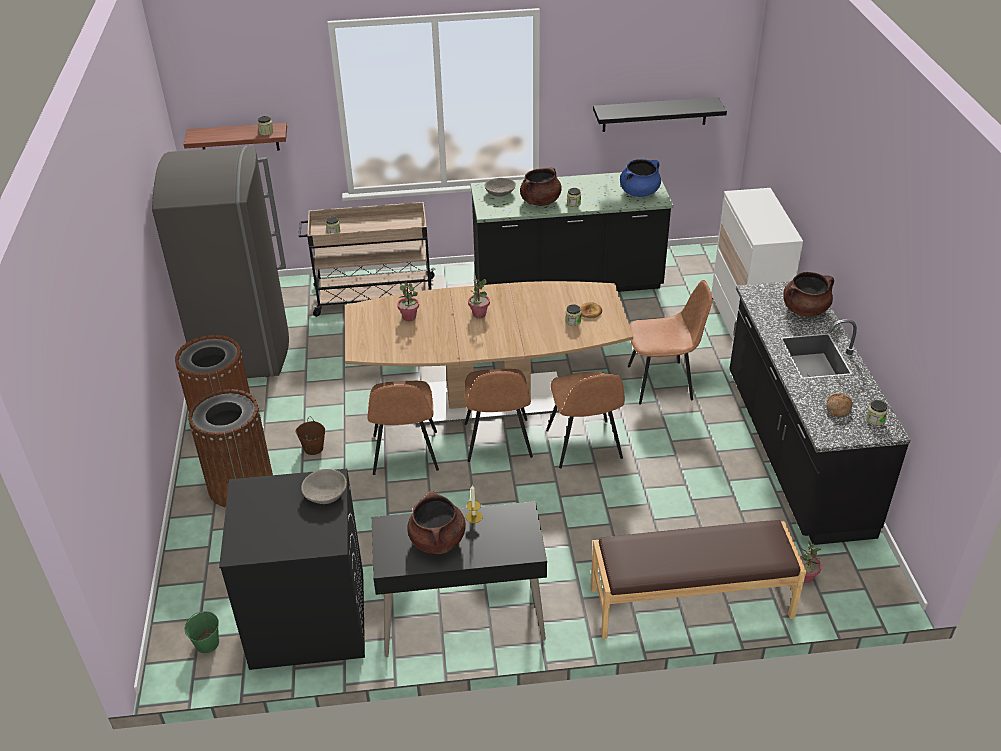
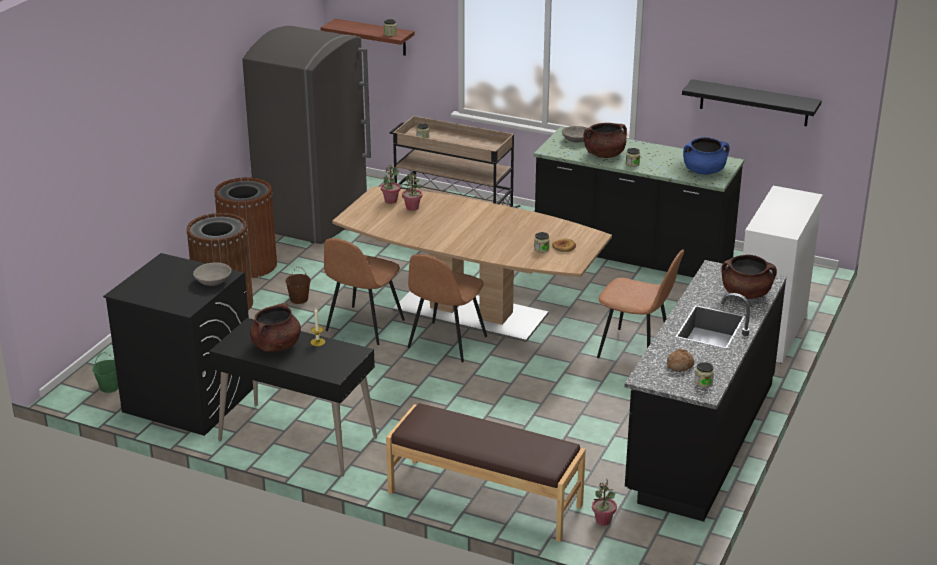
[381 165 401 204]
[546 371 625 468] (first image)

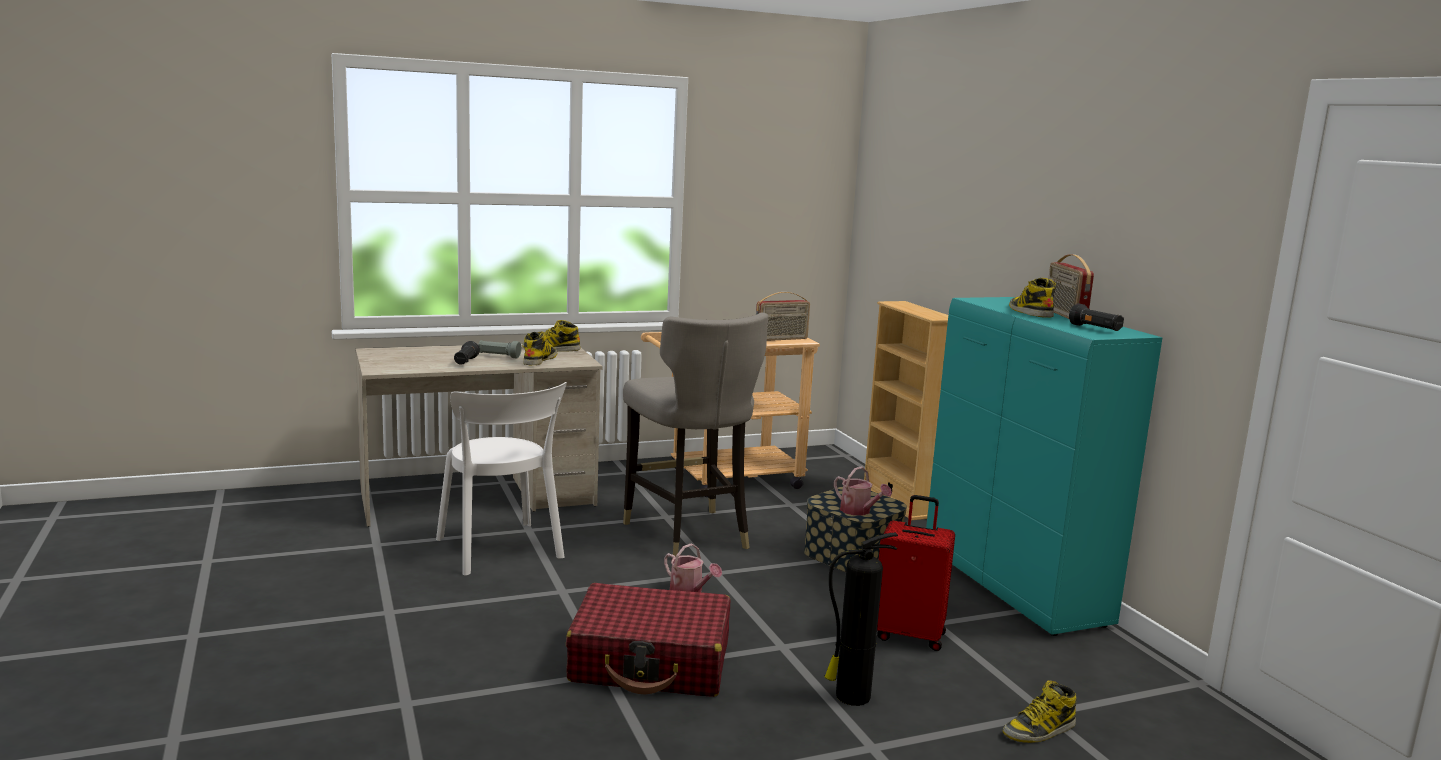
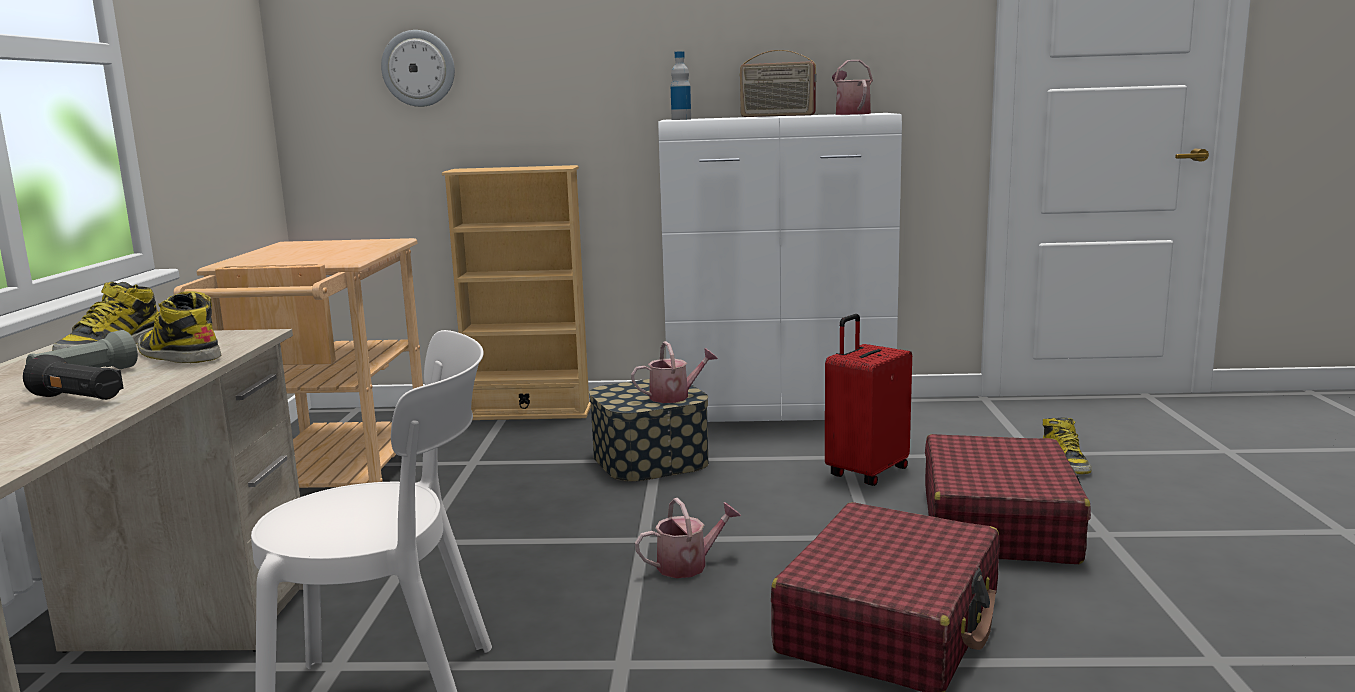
[1009 278 1056 318] (first image)
[756 292 810 341] (first image)
[658 113 902 422]
[832 60 873 115]
[623 312 768 559] (first image)
[925 434 1091 564]
[381 30 455 107]
[671 51 691 120]

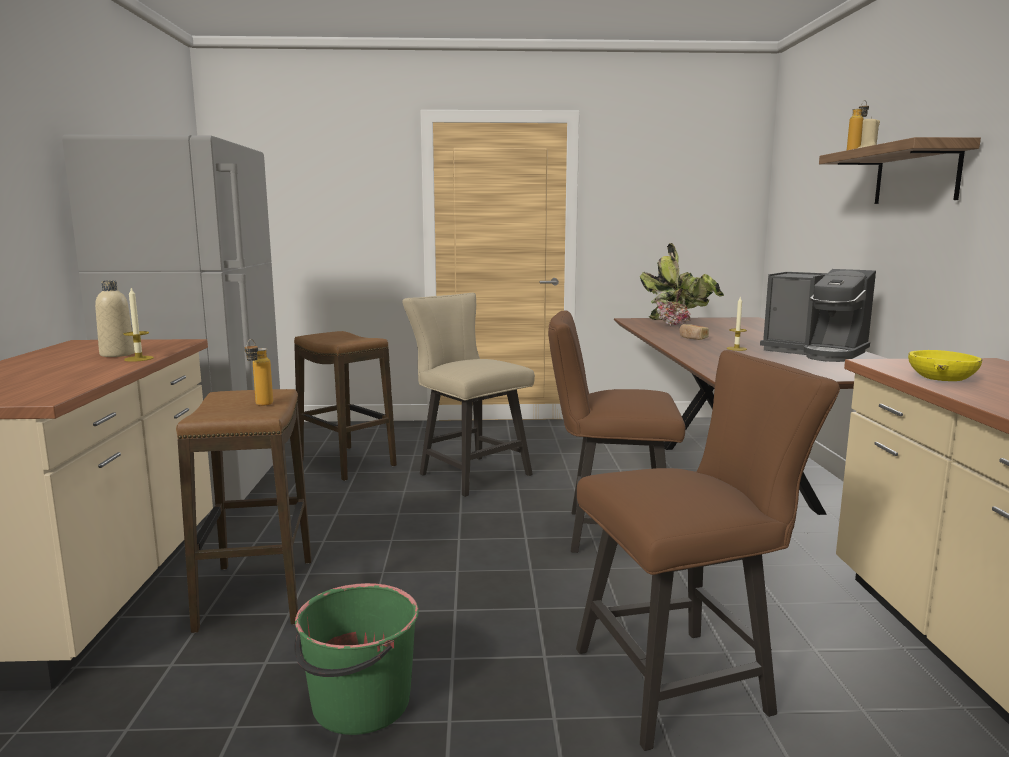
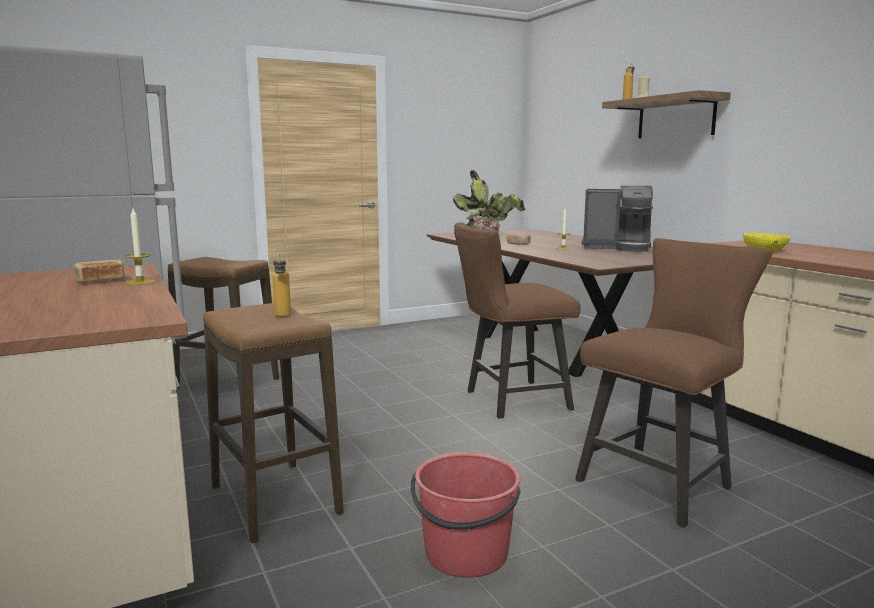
[74 260 125 282]
[402 293 535 497] (first image)
[411 452 521 578]

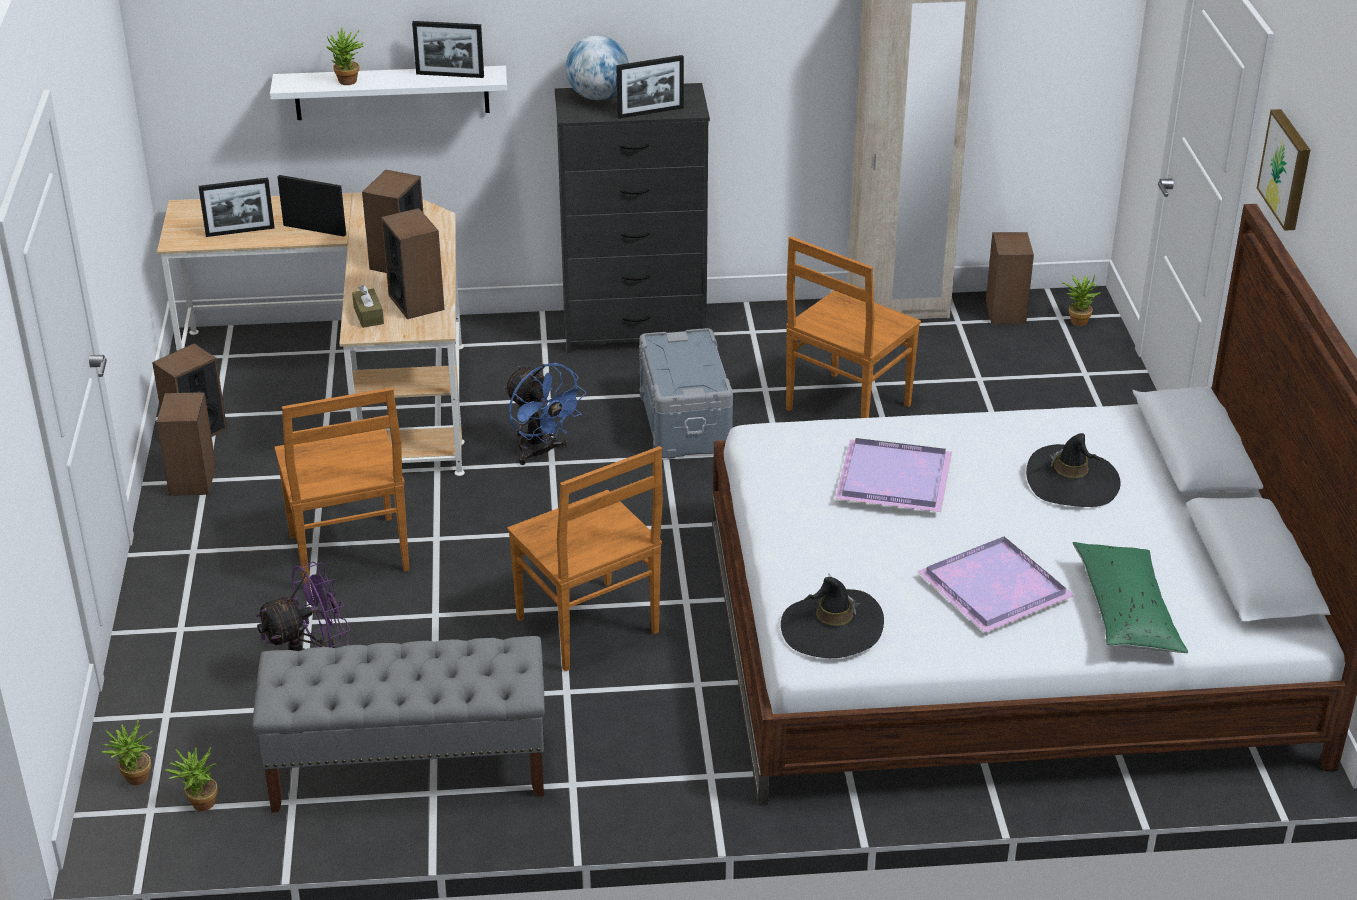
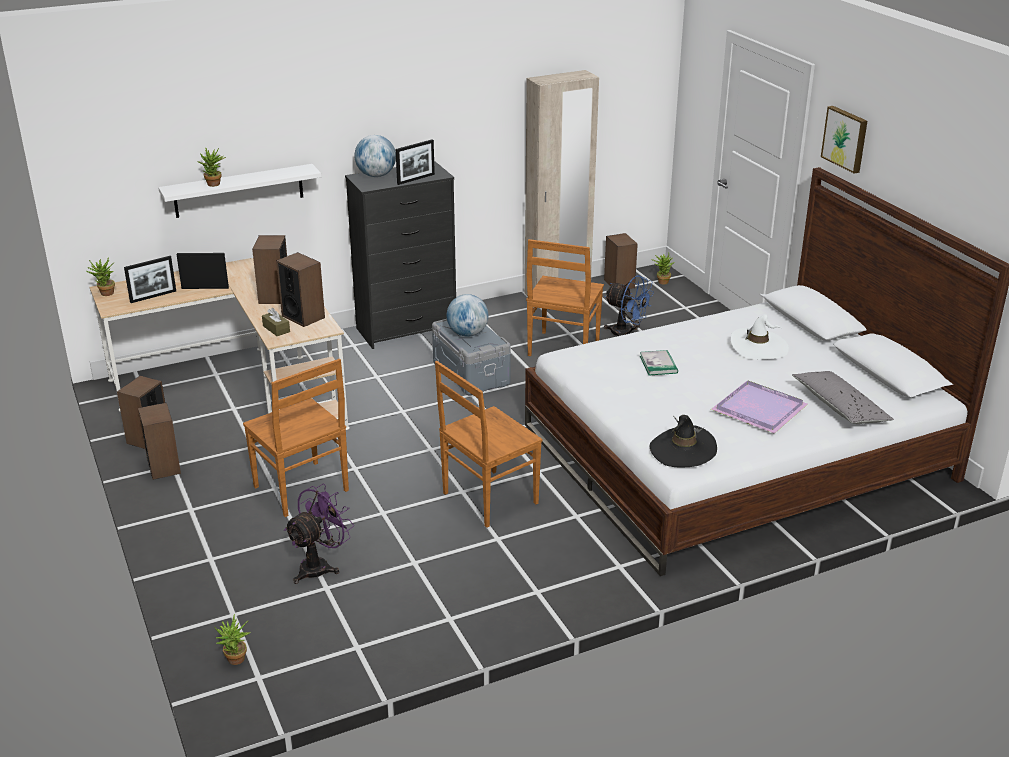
[412 21 484 78] (first image)
[604 275 654 336]
[731 314 789 360]
[640 350 678 376]
[435 361 542 528]
[792 371 894 424]
[252 636 545 813] (first image)
[86 257 115 296]
[447 294 488 337]

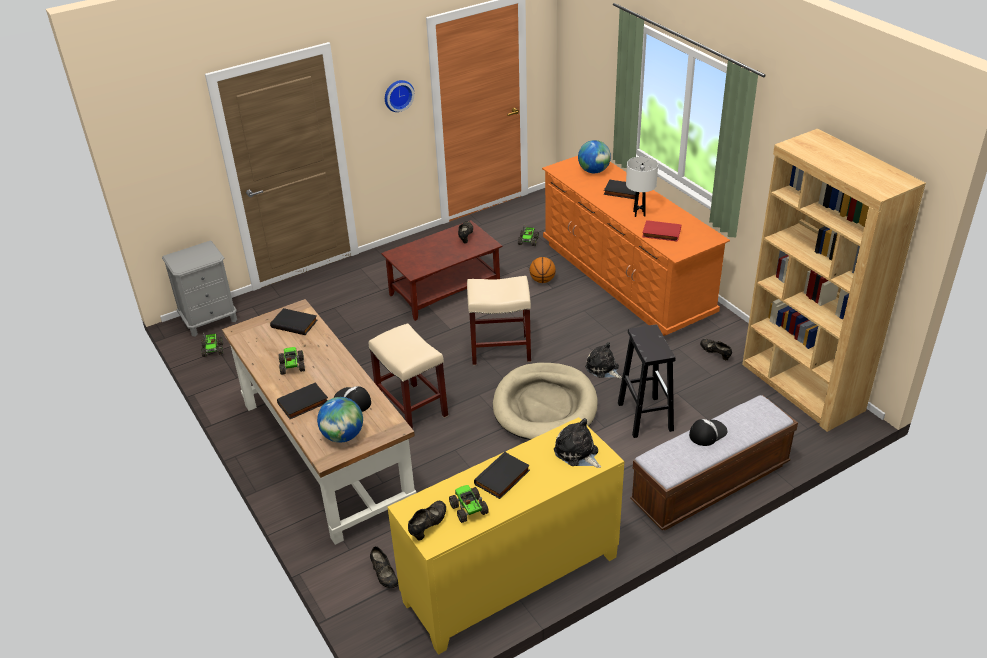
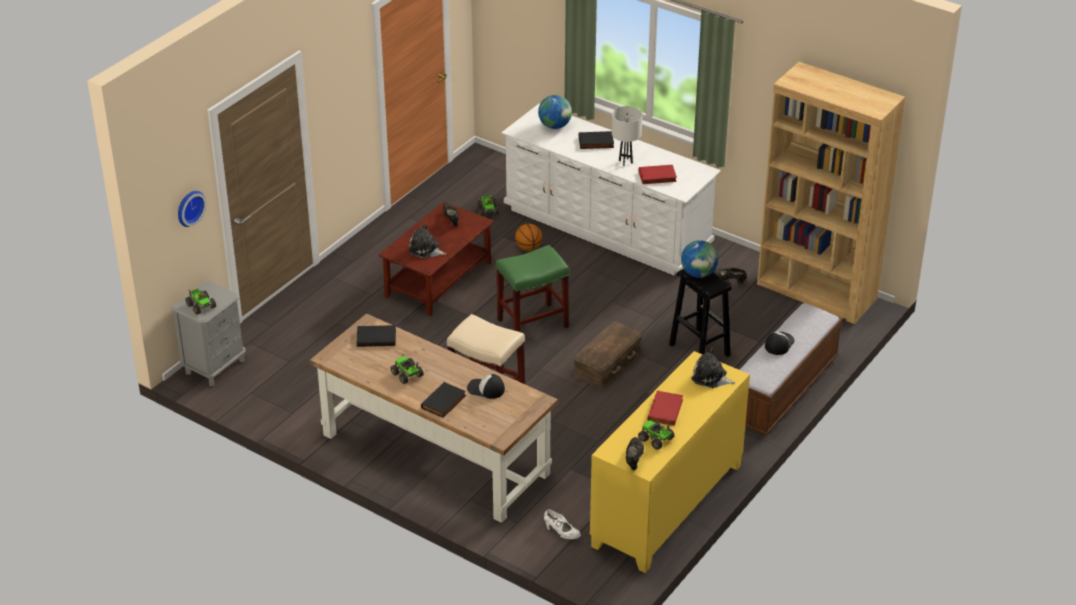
[178 191 207 227]
[501 104 721 275]
[496 245 569 332]
[186 289 216 315]
[408 223 447 258]
[574 321 642 389]
[681 240 718 278]
[647 390 683 426]
[544 509 581 539]

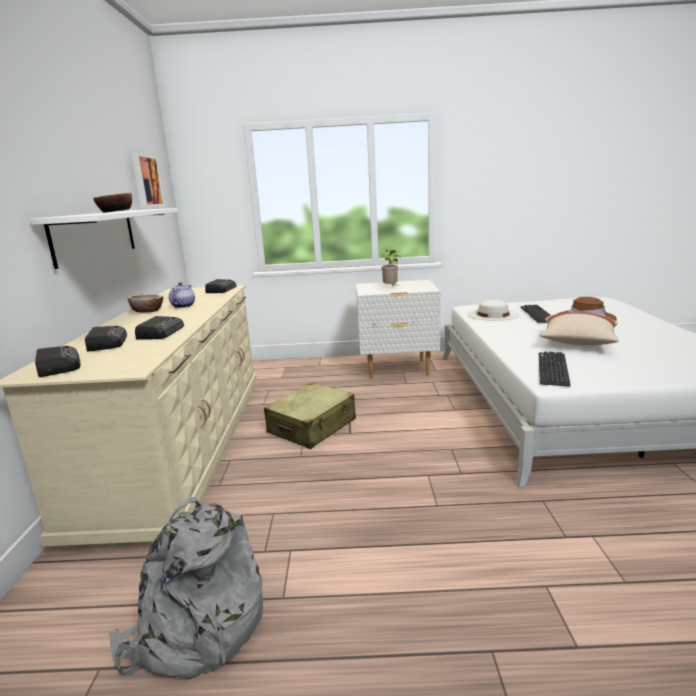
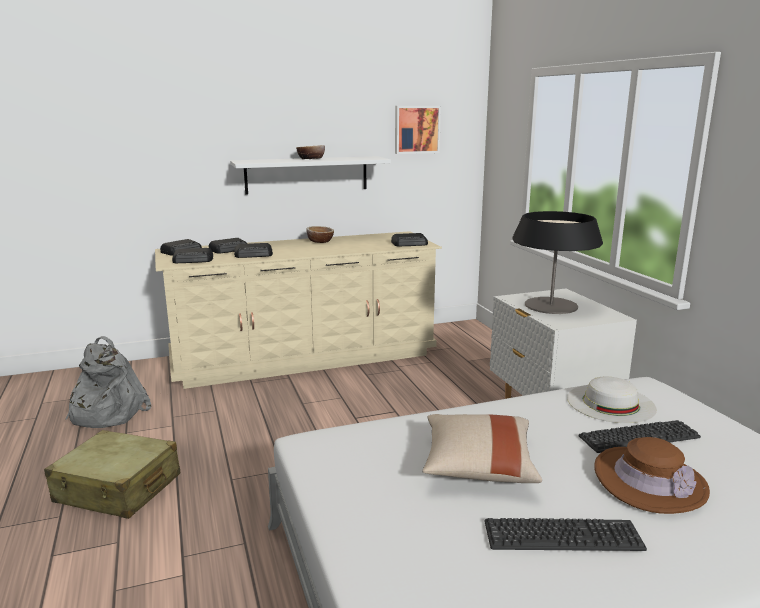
[512 211 603 314]
[169 282 195 308] (first image)
[485 518 647 551]
[44 430 181 519]
[172 248 213 263]

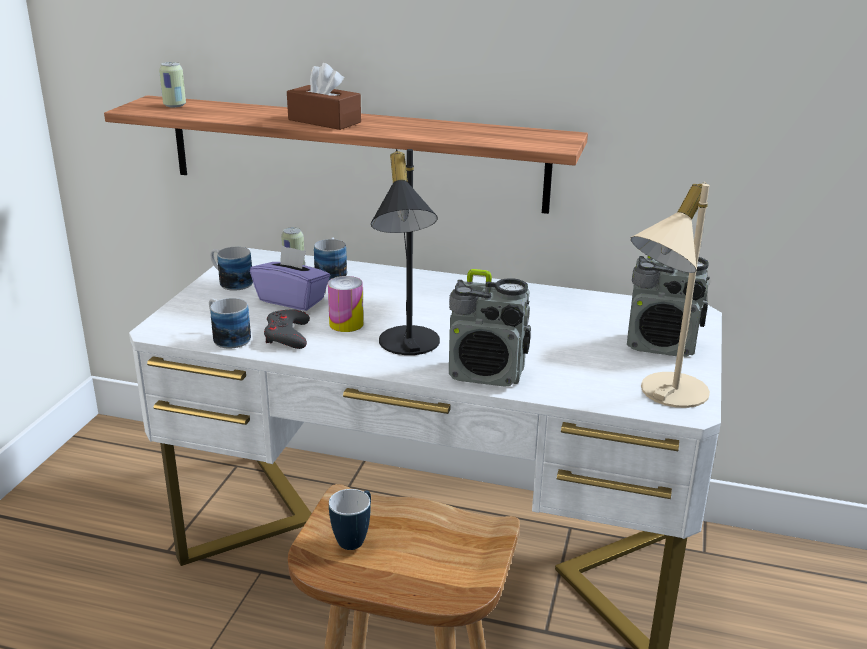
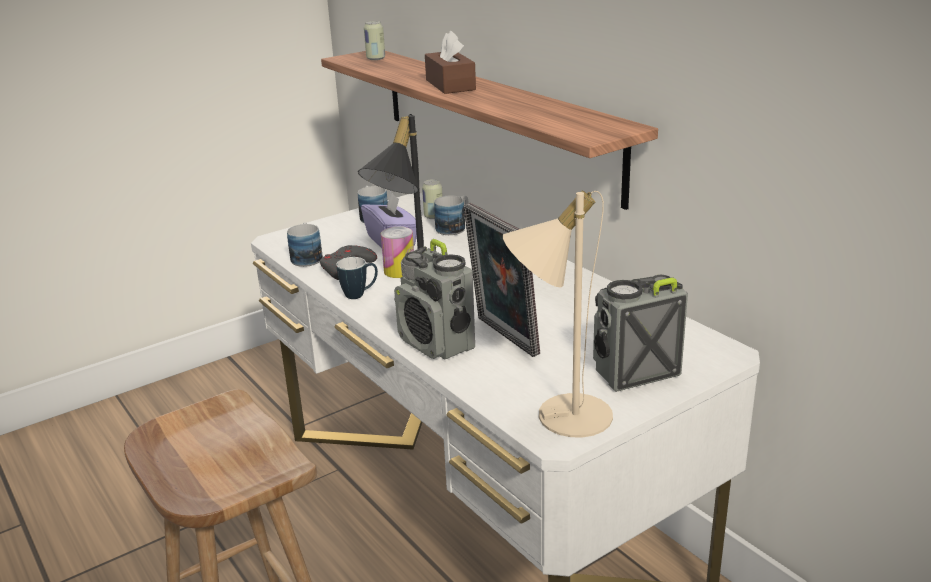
[593 275 688 392]
[336 257 378 299]
[463 203 540 357]

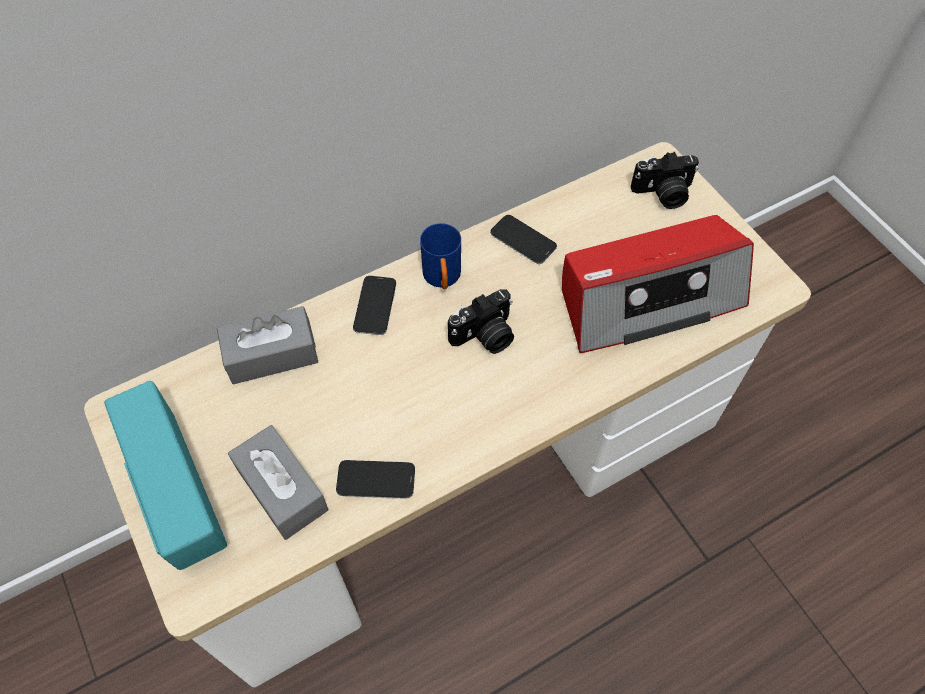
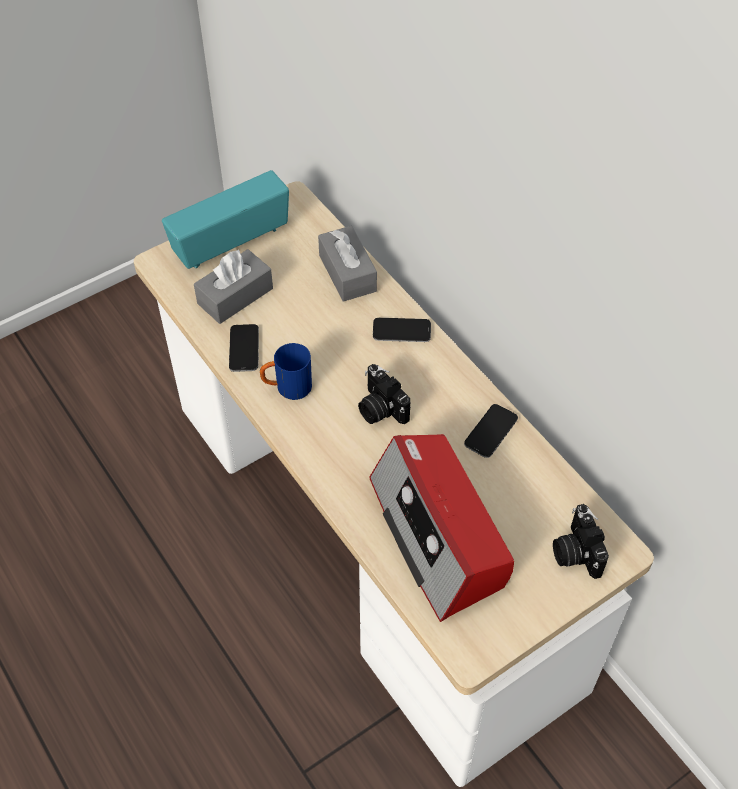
[260 343 312 400]

